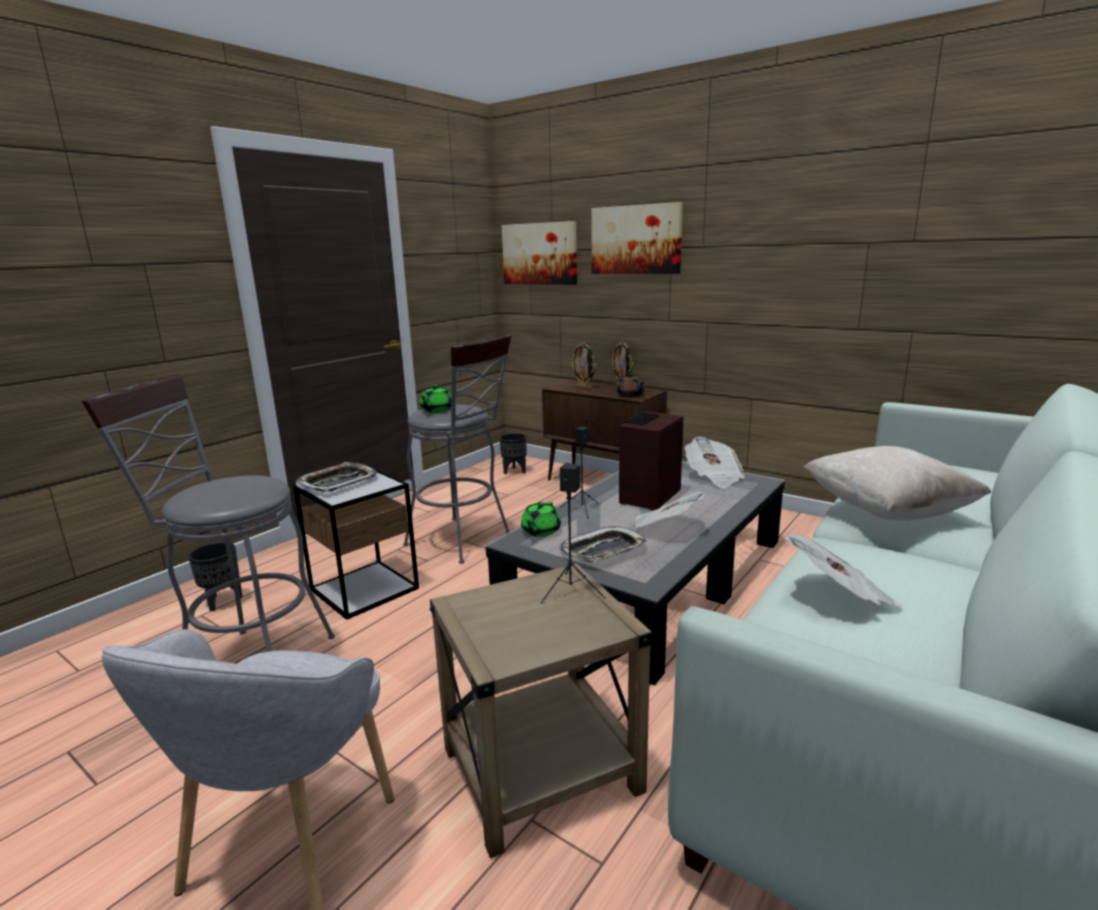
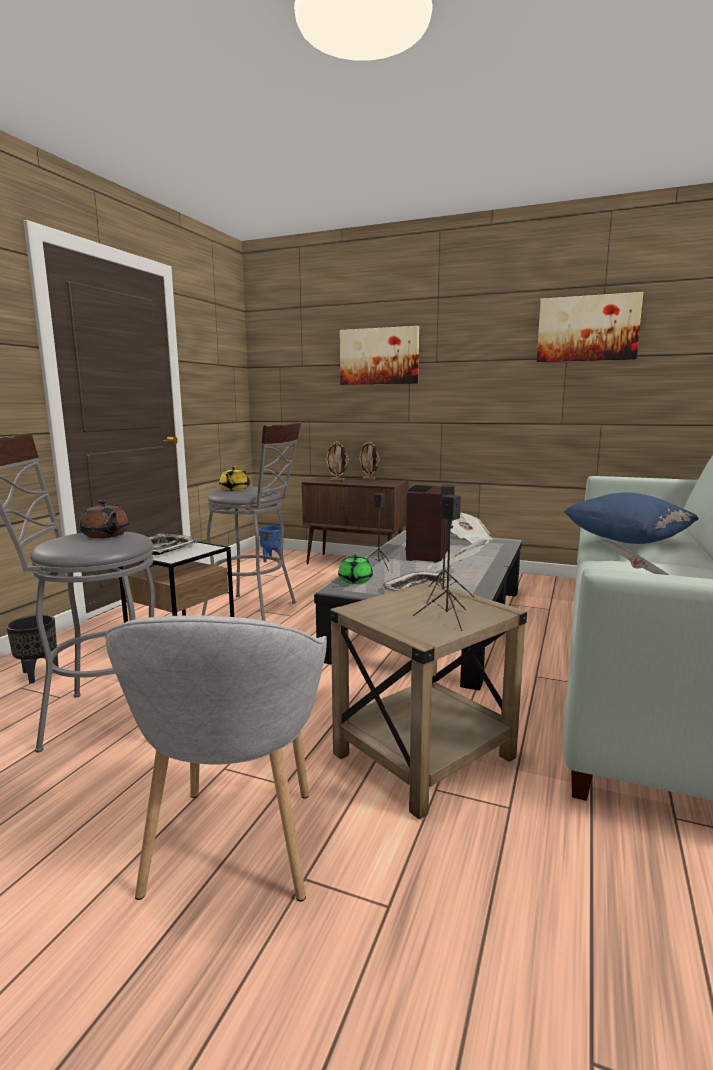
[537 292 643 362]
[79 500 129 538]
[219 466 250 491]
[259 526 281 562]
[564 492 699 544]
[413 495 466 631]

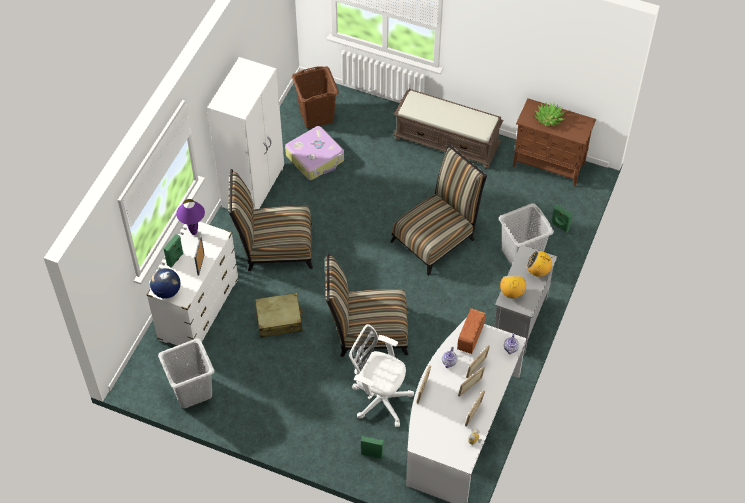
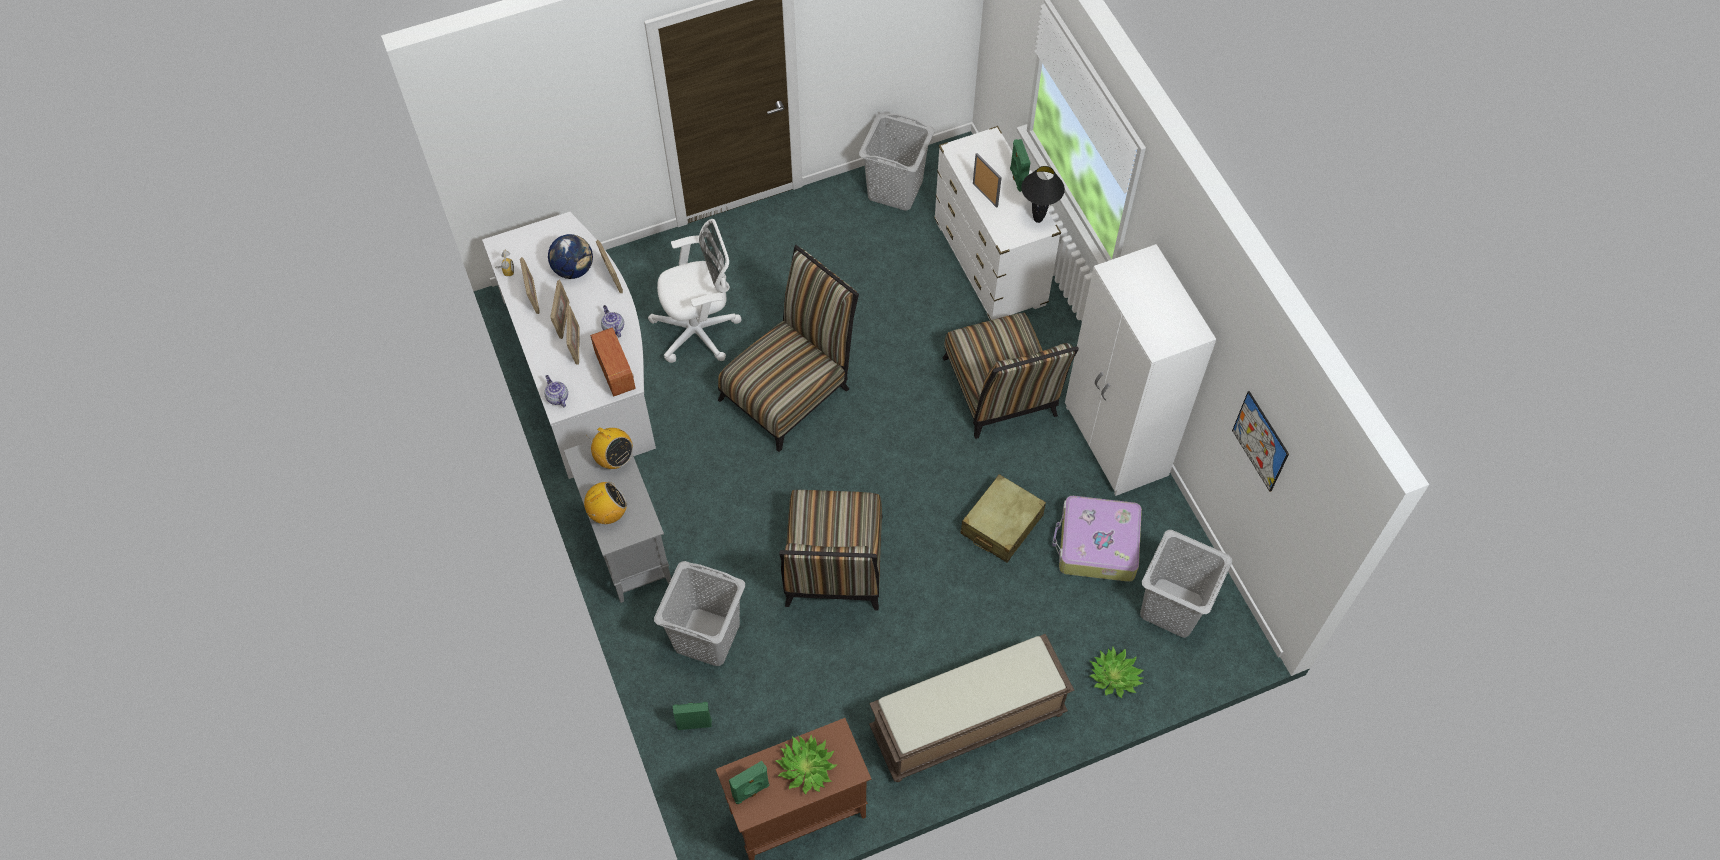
[1140 530 1232 638]
[942 313 1079 439]
[1021 166 1065 223]
[548 234 593 279]
[960 474 1046 563]
[729 761 770 804]
[1232 391 1289 492]
[1090 647 1144 698]

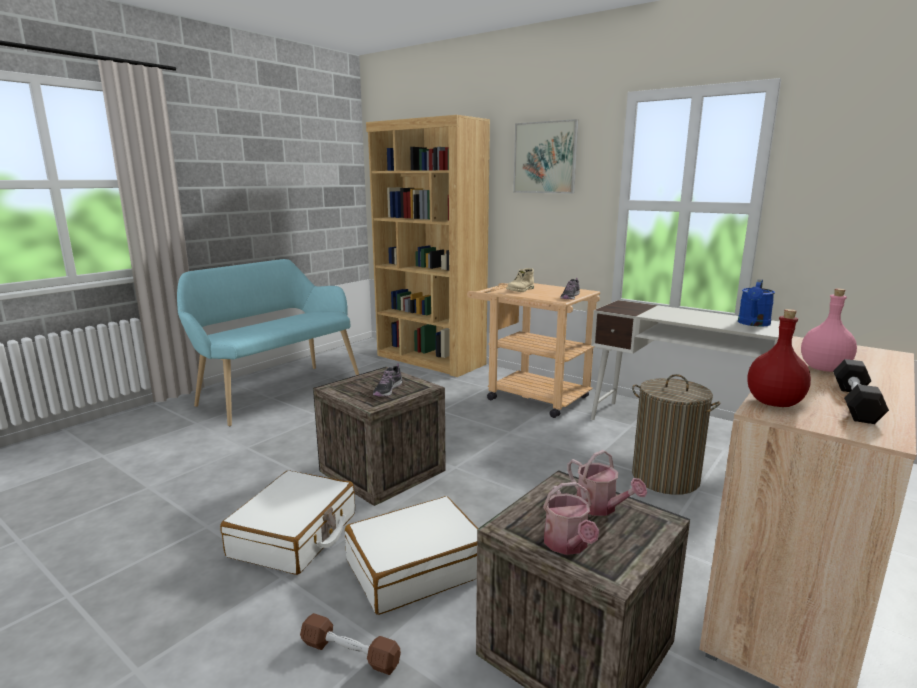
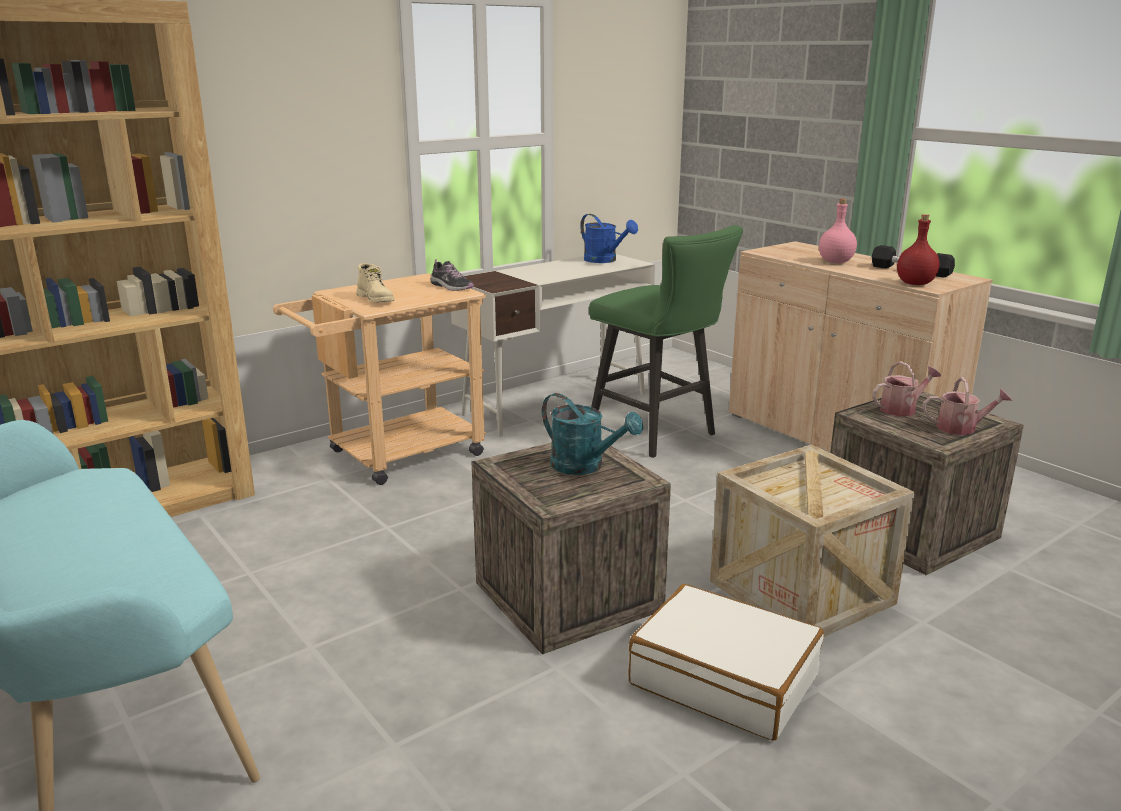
[513 119 578 193] (first image)
[542 393 643 475]
[589 225 743 458]
[710 445 915 637]
[300 613 401 675] (first image)

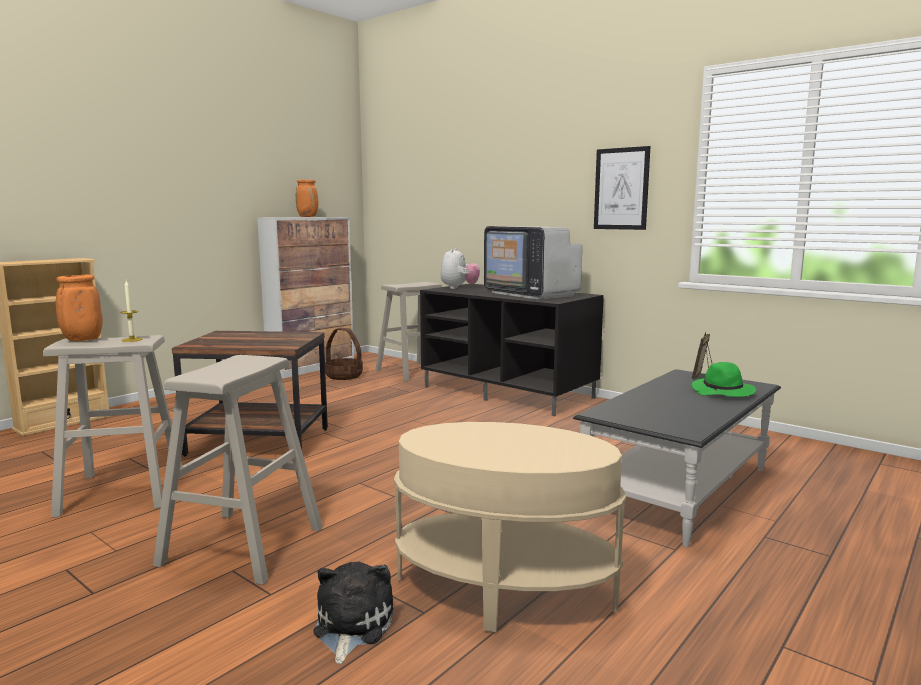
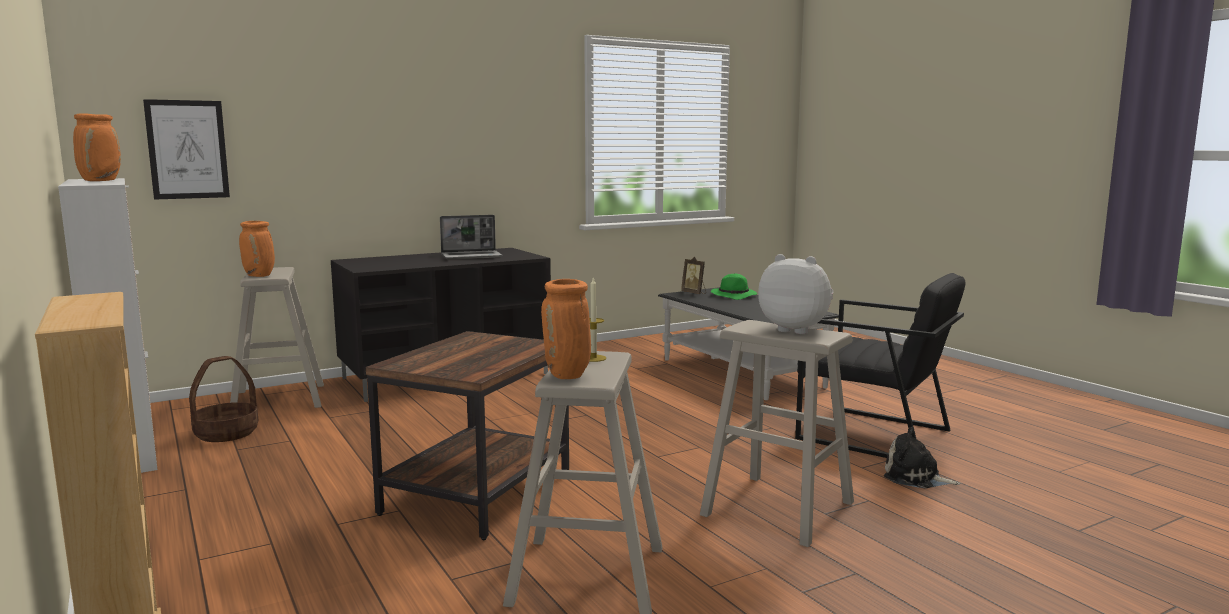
[143 99 230 200]
[440 215 502 260]
[758 254 834 334]
[795 273 965 458]
[239 221 275 277]

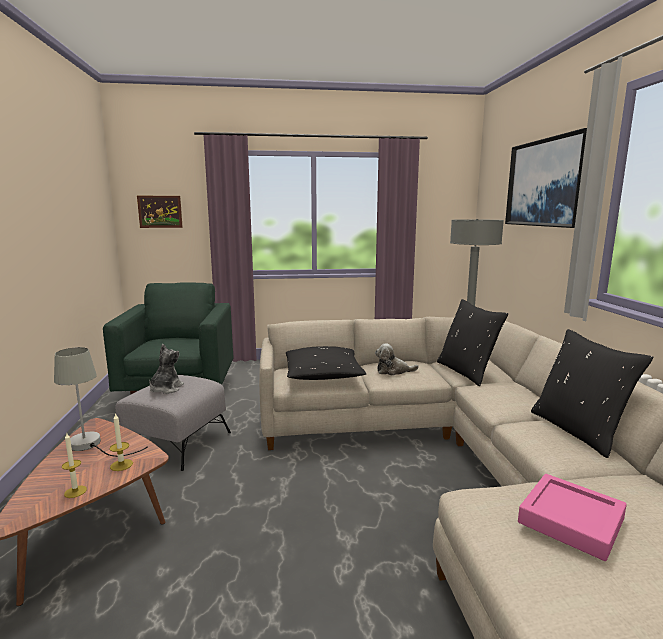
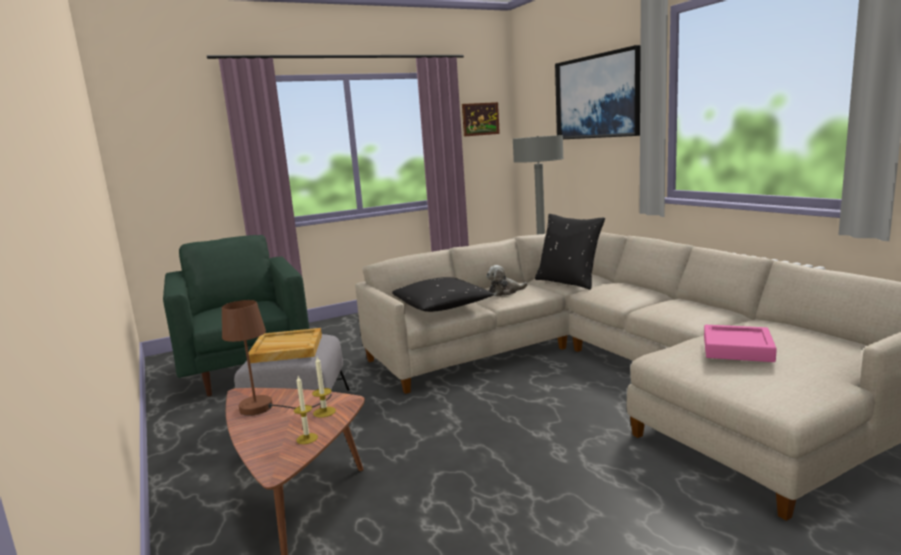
[462 102 500 136]
[531 329 654 458] (first image)
[249 328 322 363]
[222 300 332 416]

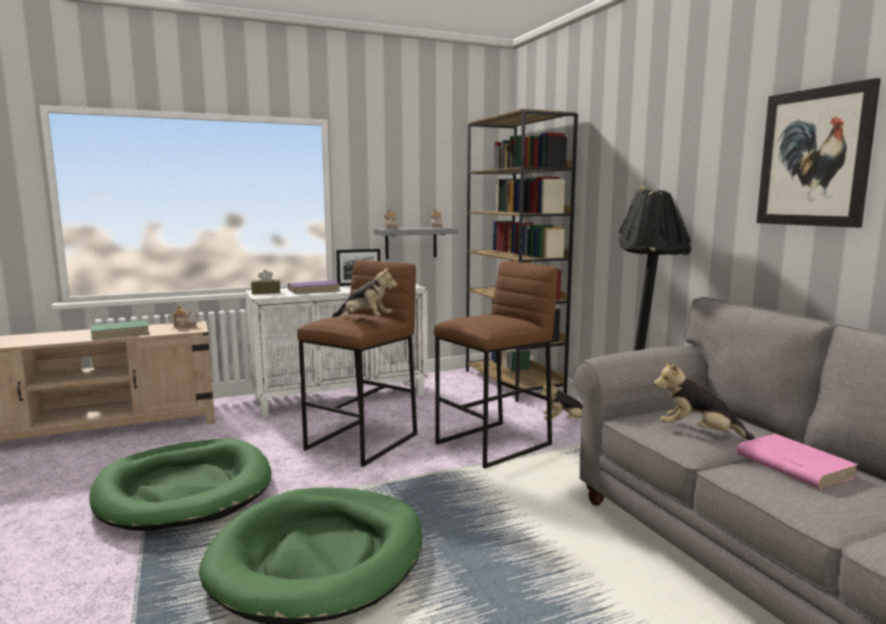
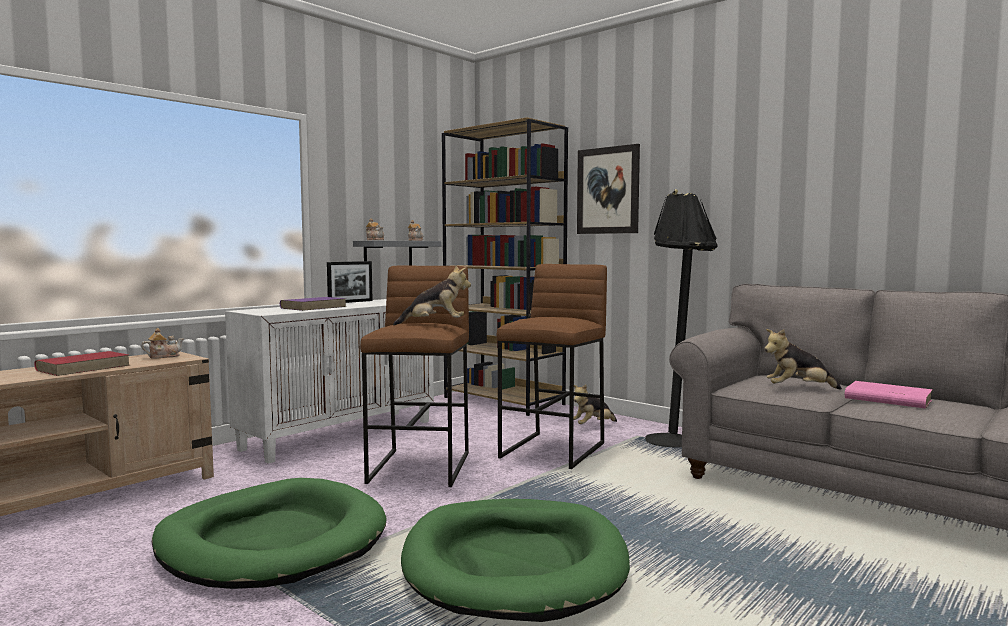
[577 144 640 234]
[251 270 280 294] (first image)
[34 351 130 376]

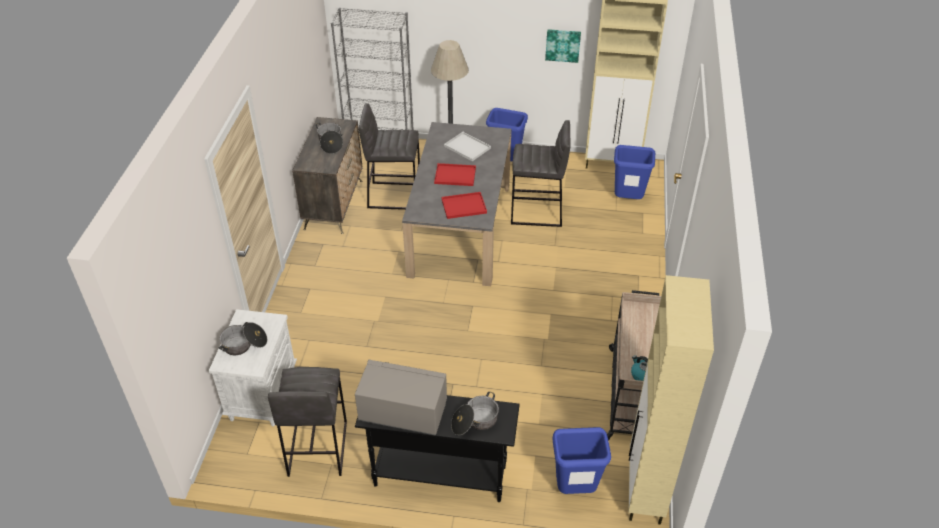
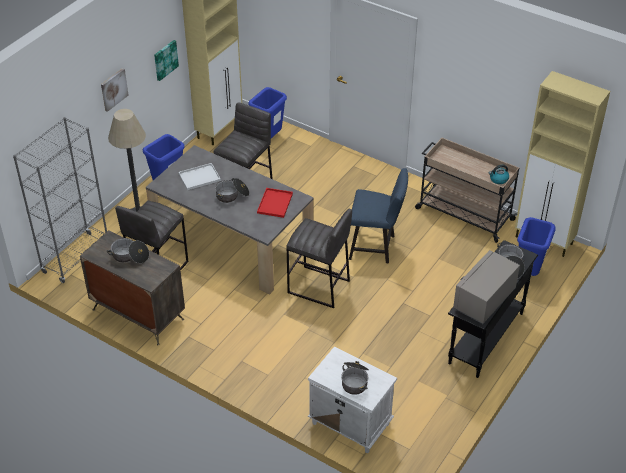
[215 178 249 203]
[286 209 352 308]
[101 68 128 112]
[349 168 408 263]

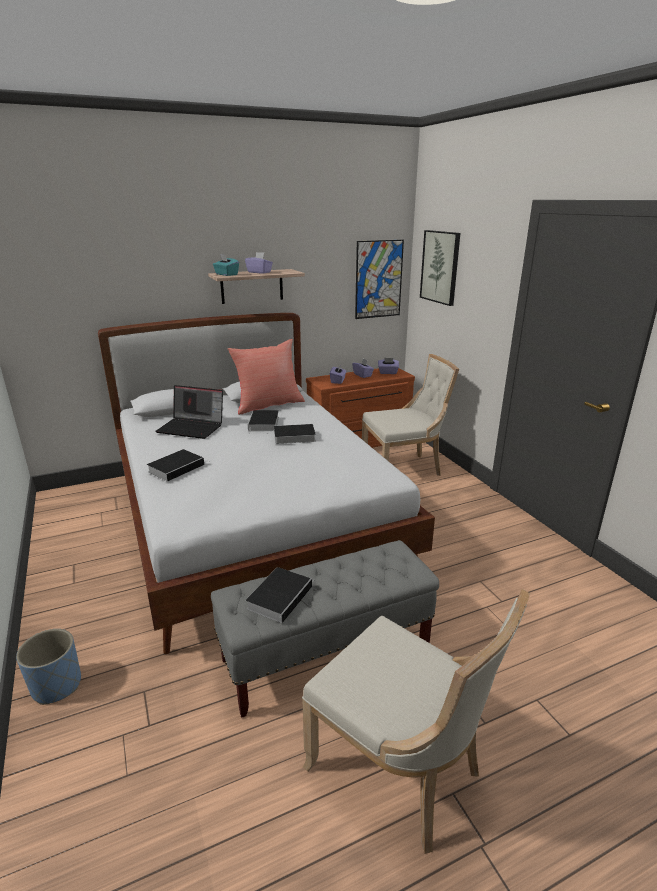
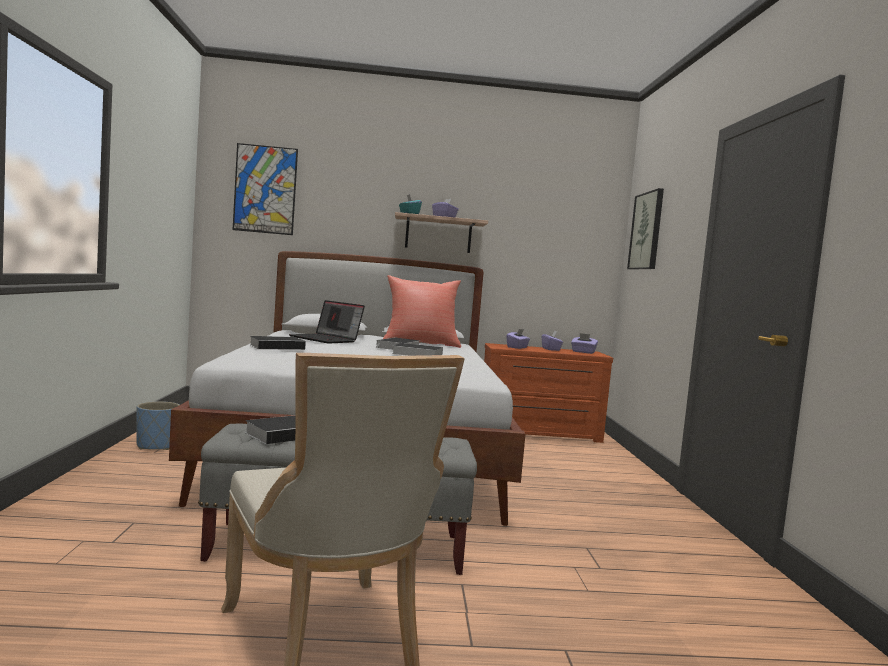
[233 143 298 235]
[362 354 459 476] (first image)
[136 401 179 450]

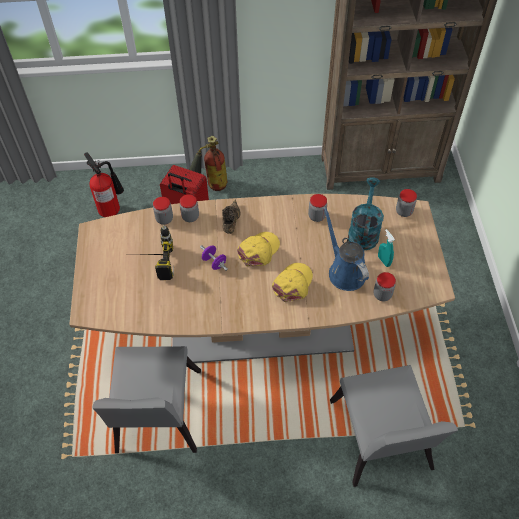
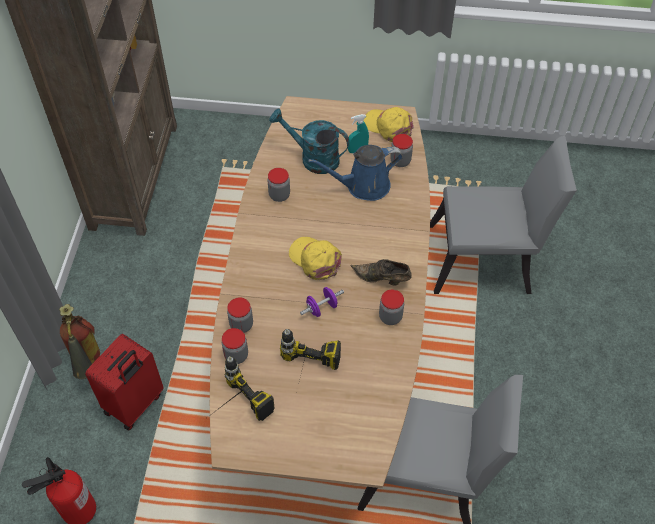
[379 290 404 325]
[351 259 412 286]
[364 107 414 142]
[204 356 275 421]

